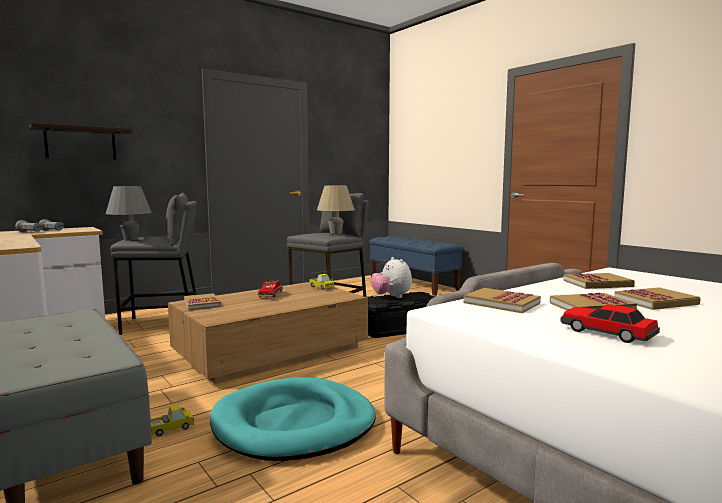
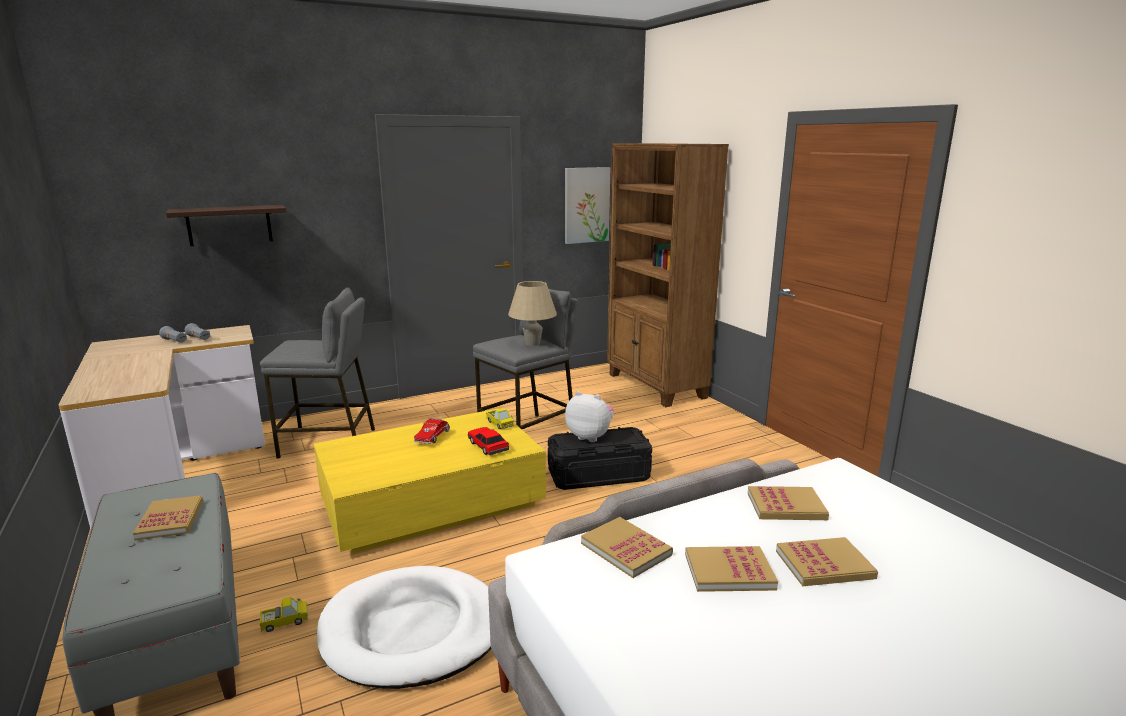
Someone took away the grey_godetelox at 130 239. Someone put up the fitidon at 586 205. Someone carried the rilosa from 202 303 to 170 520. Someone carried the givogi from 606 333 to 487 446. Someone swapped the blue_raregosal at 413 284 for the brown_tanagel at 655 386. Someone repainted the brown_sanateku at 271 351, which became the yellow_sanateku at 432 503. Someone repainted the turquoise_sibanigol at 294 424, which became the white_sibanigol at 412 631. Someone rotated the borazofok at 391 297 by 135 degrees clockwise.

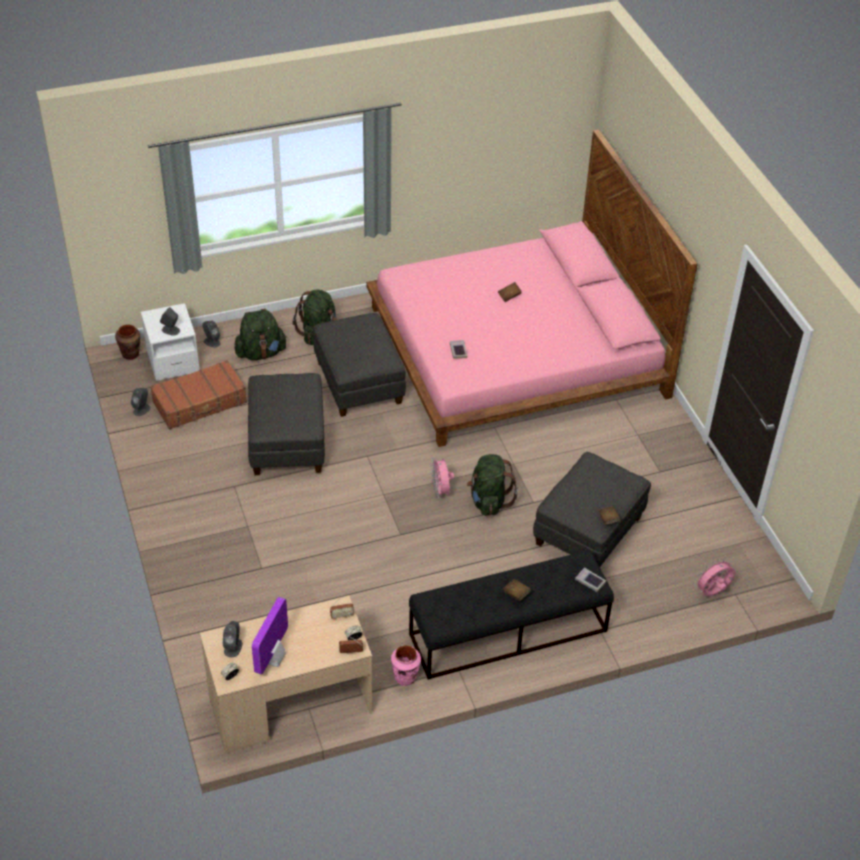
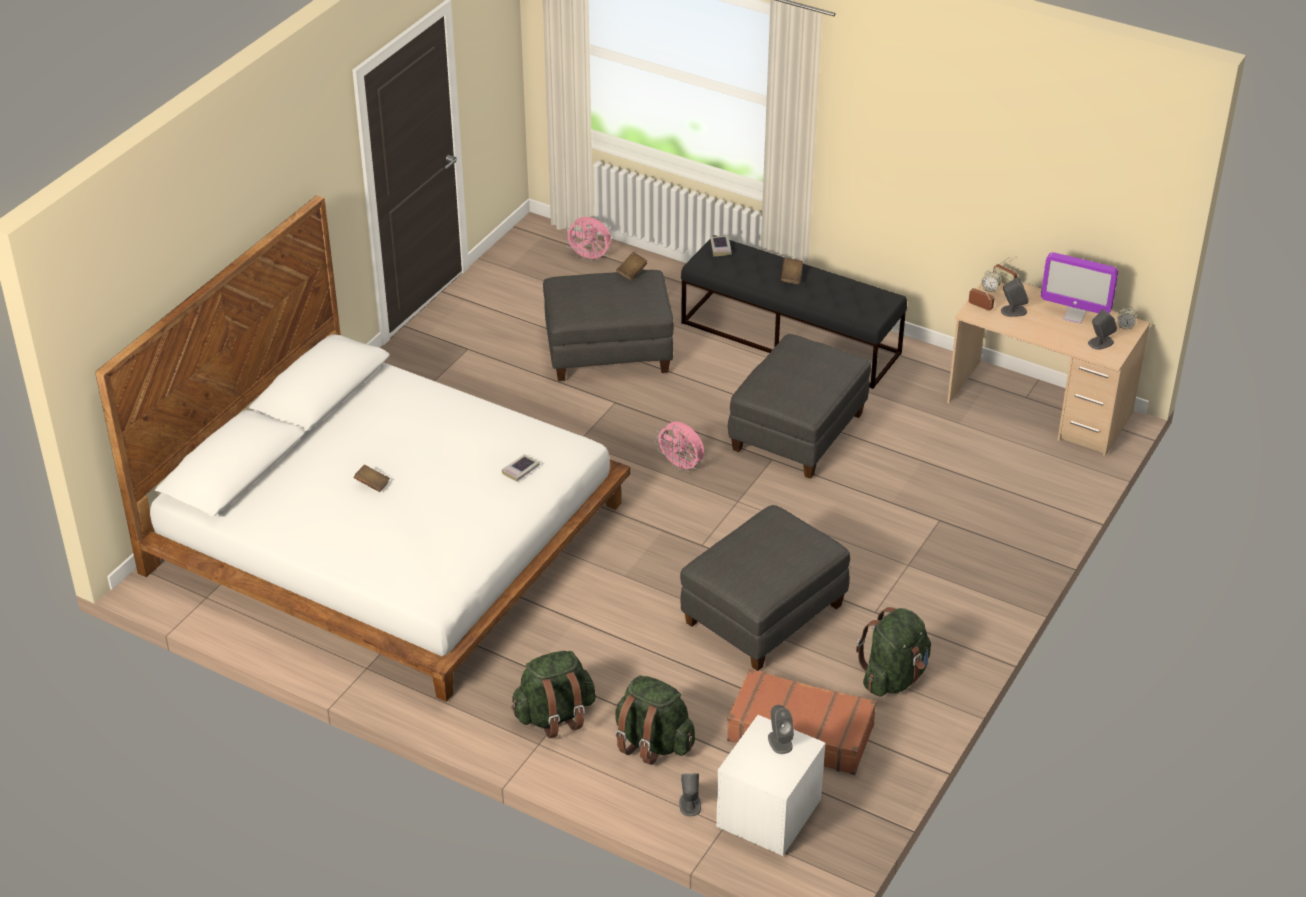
Someone took away the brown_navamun at 130 354. Someone took away the pink_navamun at 405 677. Someone carried the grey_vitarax from 142 409 to 1013 311. Someone carried the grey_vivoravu from 359 384 to 798 432. Someone carried the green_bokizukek from 489 501 to 894 677. Someone repainted the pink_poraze at 515 350, which became the white_poraze at 388 536. Someone rotated the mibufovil at 274 658 by 45 degrees clockwise. Someone rotated the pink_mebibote at 441 491 by 90 degrees clockwise.

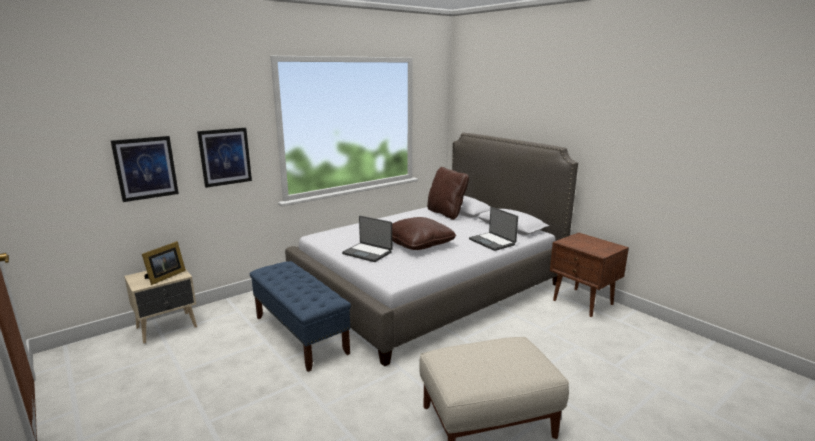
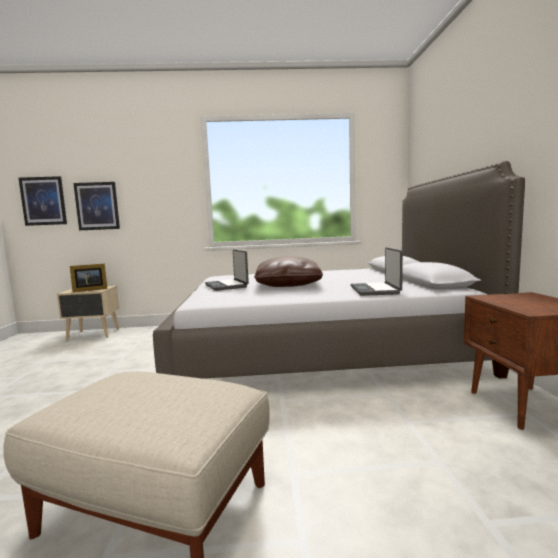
Someone took away the blue_raregosal at 300 335. Someone took away the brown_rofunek at 446 213. Someone carried the fitidon from 225 157 to 43 201.

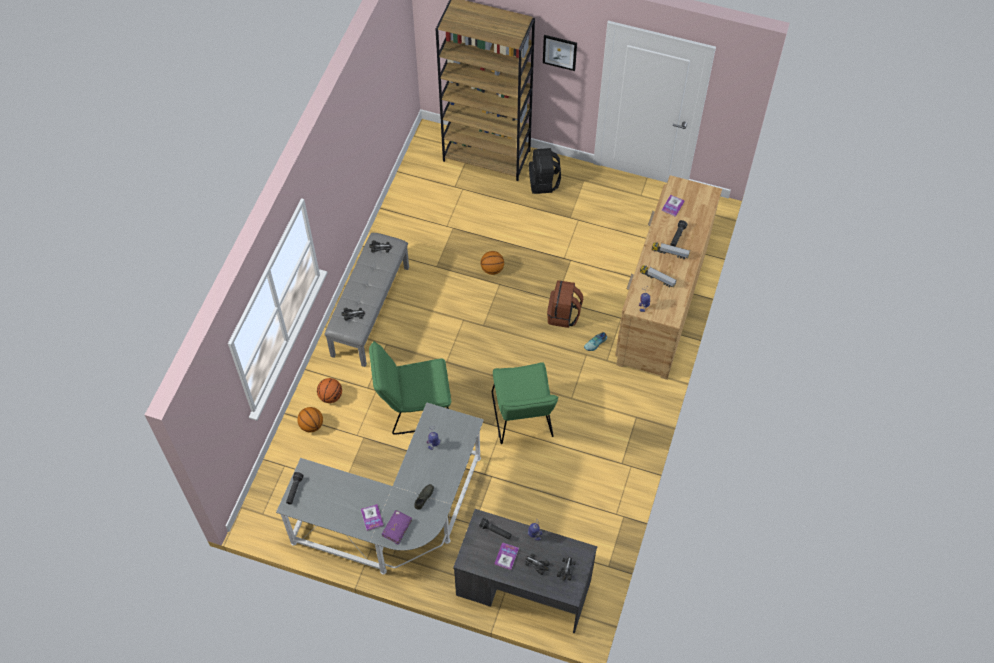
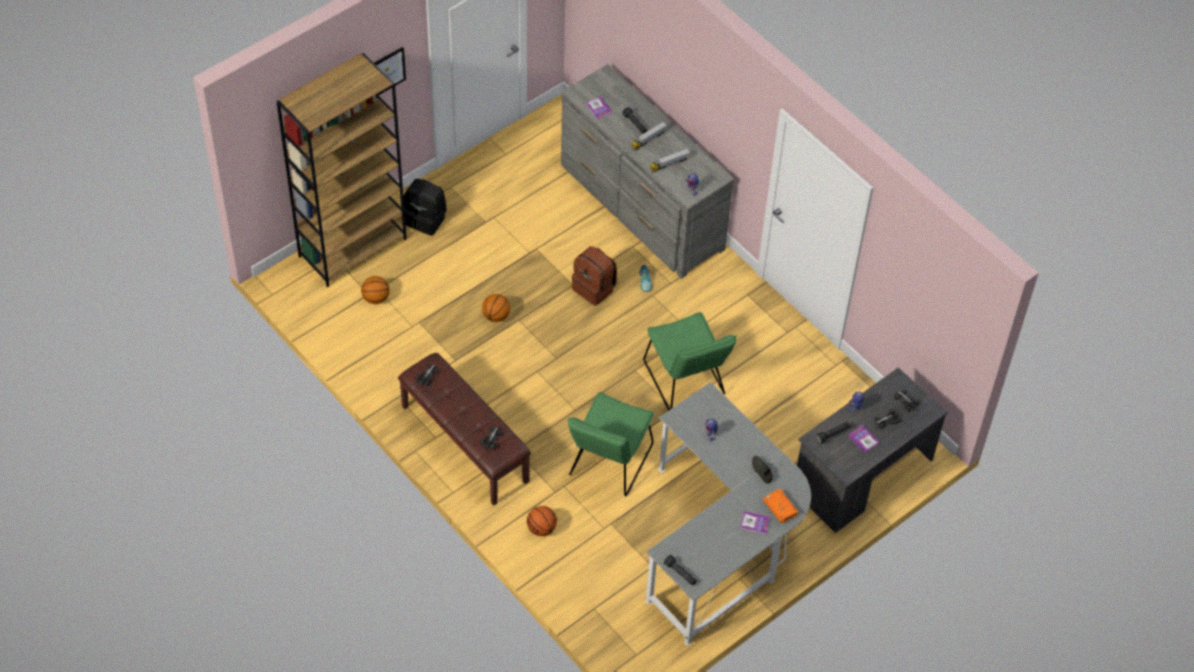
Someone carried the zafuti from 311 425 to 376 298. Someone repainted the grey_raregosal at 370 310, which became the brown_raregosal at 464 444. Someone repainted the purple_rilosa at 397 528, which became the orange_rilosa at 779 508. Someone repainted the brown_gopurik at 661 303, which became the grey_gopurik at 641 207. Someone rotated the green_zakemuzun at 523 419 by 45 degrees clockwise.

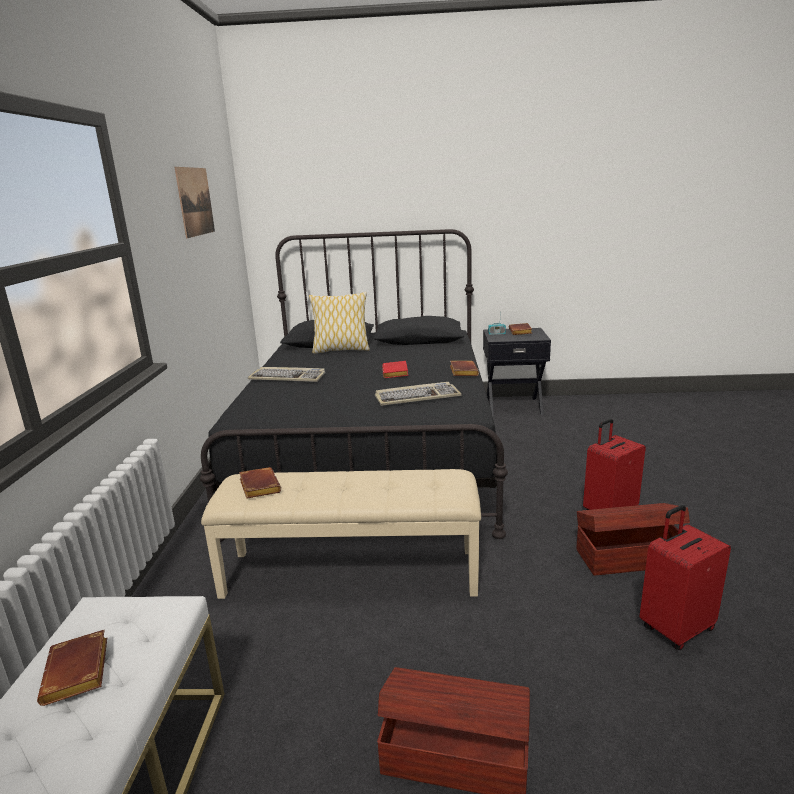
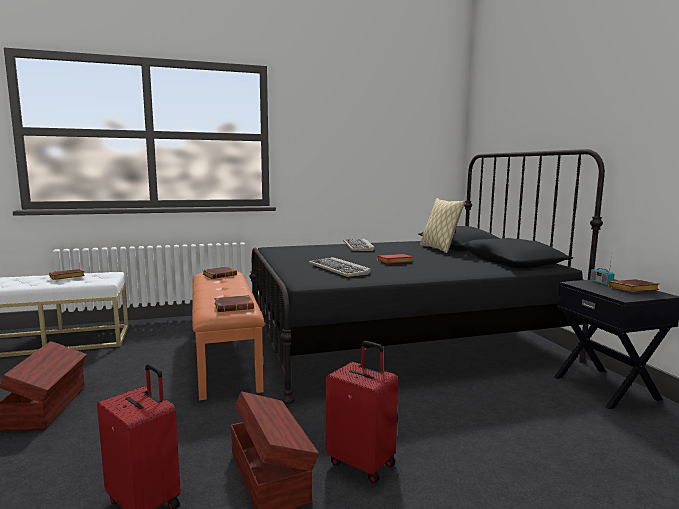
Someone took away the fitidon at 195 201. Someone carried the brown_rilosa from 462 372 to 235 307. Someone repainted the beige_raregosal at 351 572, which became the orange_raregosal at 226 356.

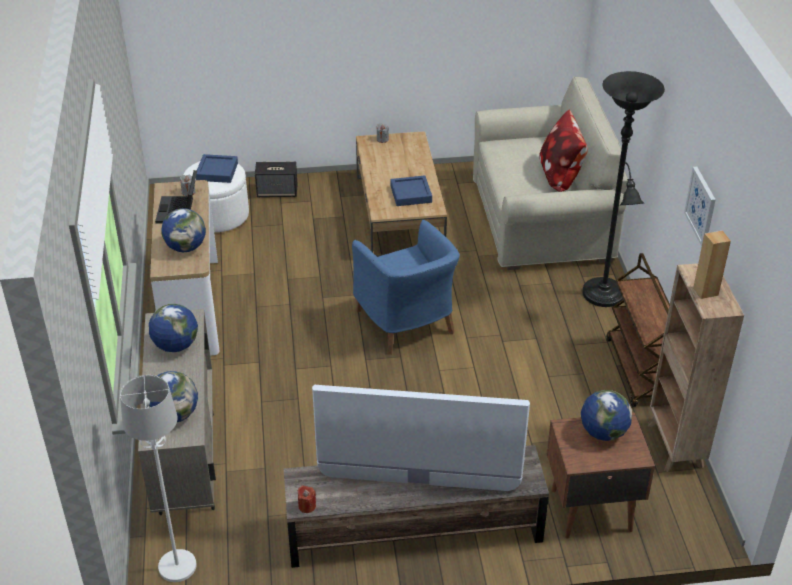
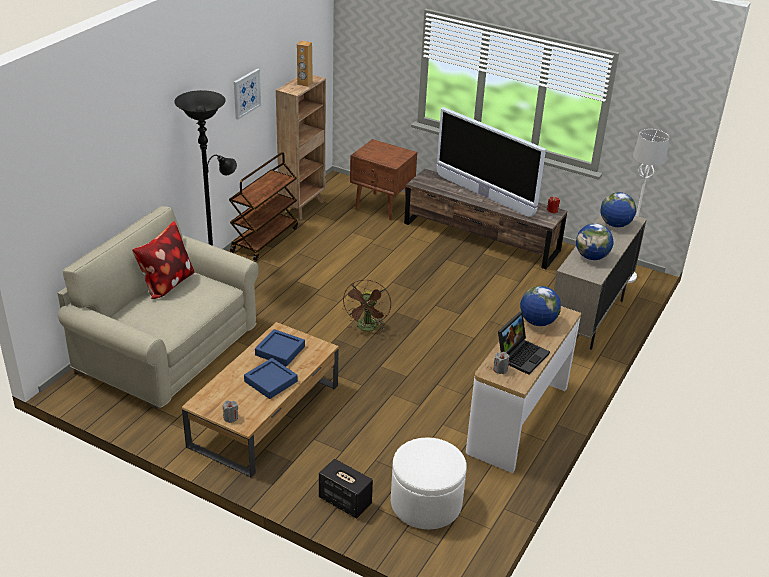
Someone took away the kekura at 603 432. Someone carried the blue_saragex from 217 172 to 271 381. Someone swapped the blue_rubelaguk at 407 324 for the brown_mebibote at 367 328.

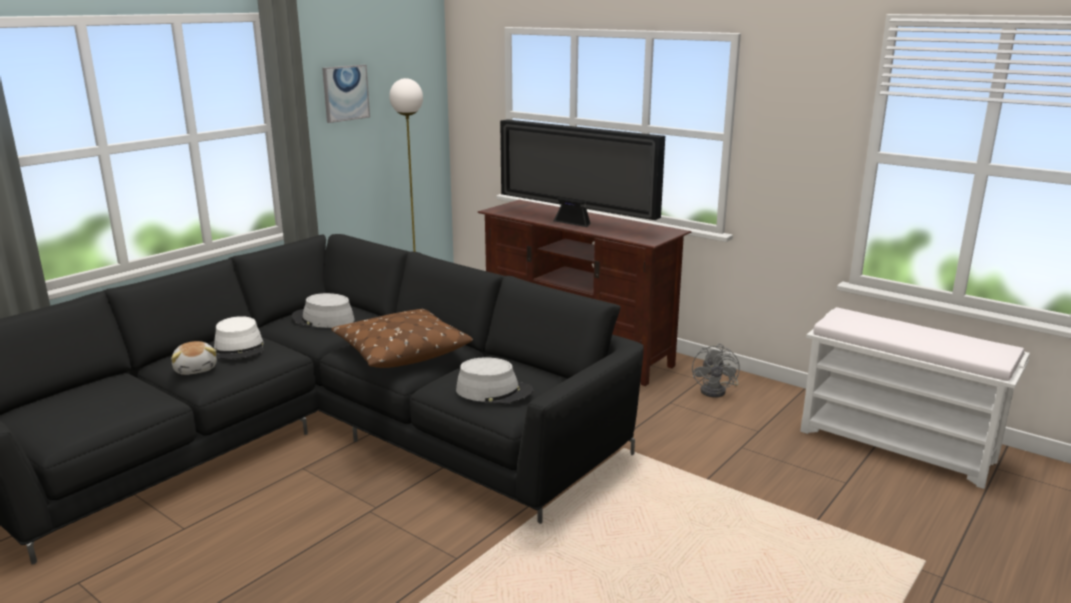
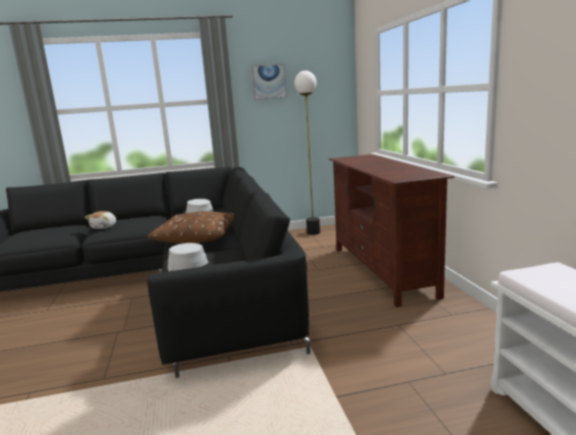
Someone took away the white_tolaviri at 239 348. Someone took away the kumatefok at 575 223. Someone took away the grey_mebibote at 717 391.

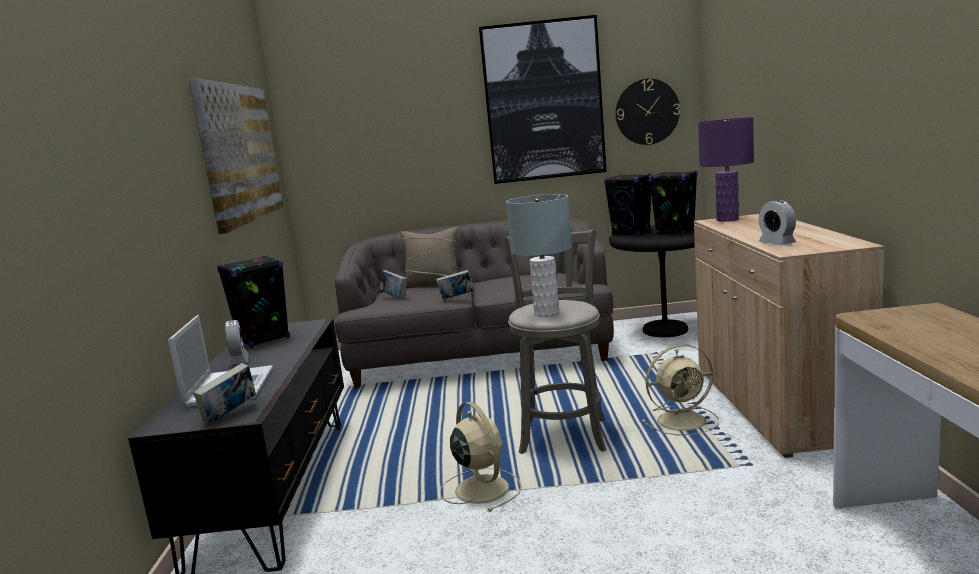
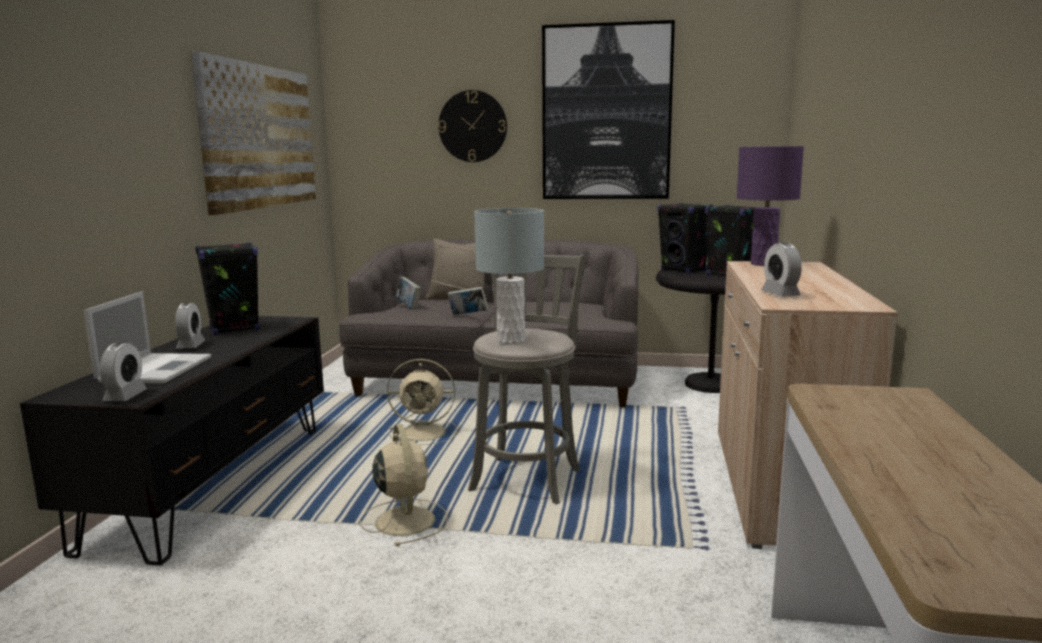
Someone carried the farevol from 647 112 to 472 126. Someone carried the beige_mebibote from 683 420 to 425 432. Someone swapped the rilosa at 230 415 for the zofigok at 125 396.

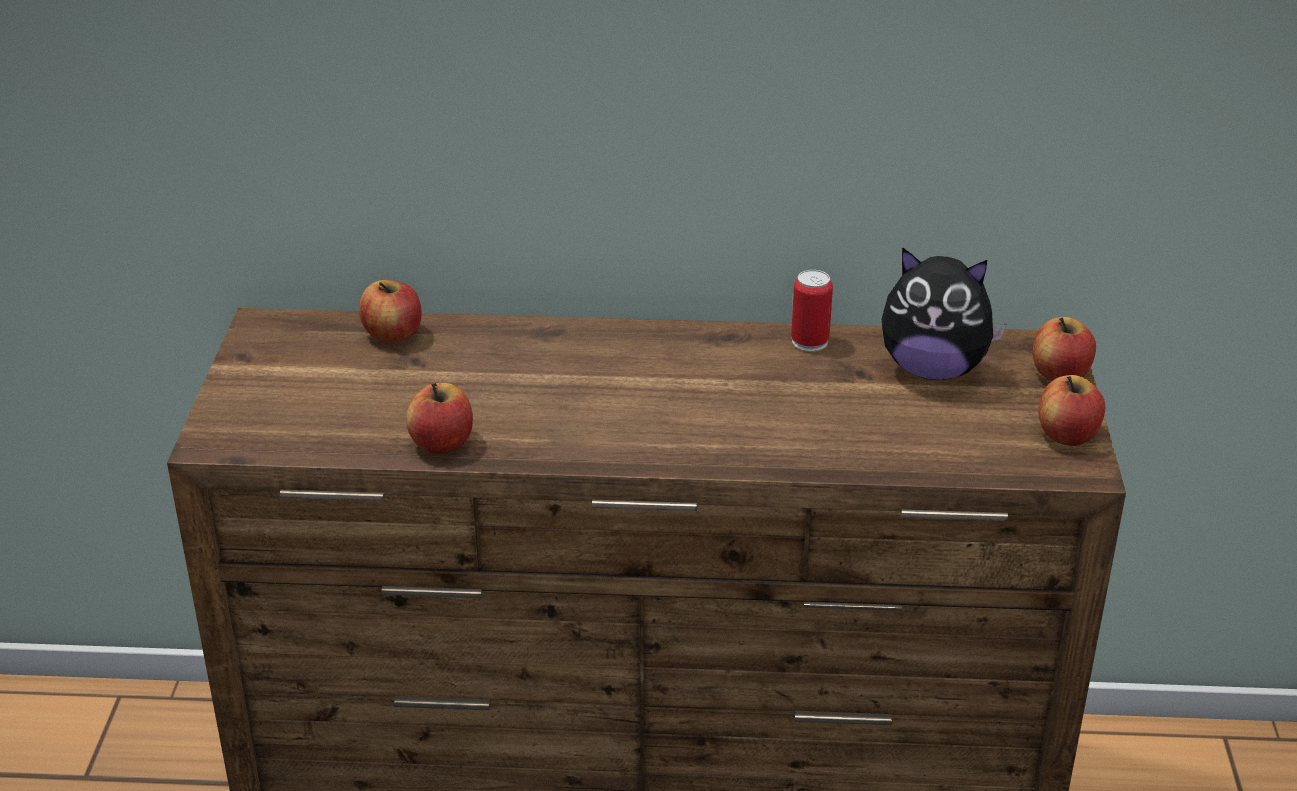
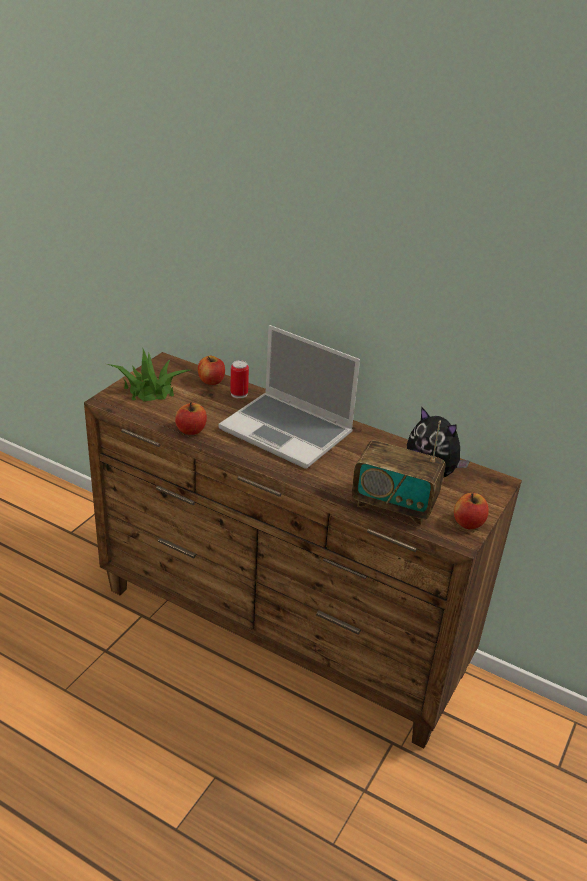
Someone took away the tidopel at 1060 374. Someone put down the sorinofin at 149 390. Someone put down the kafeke at 288 432. Someone put down the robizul at 394 505. Someone carried the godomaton from 809 342 to 239 394.

